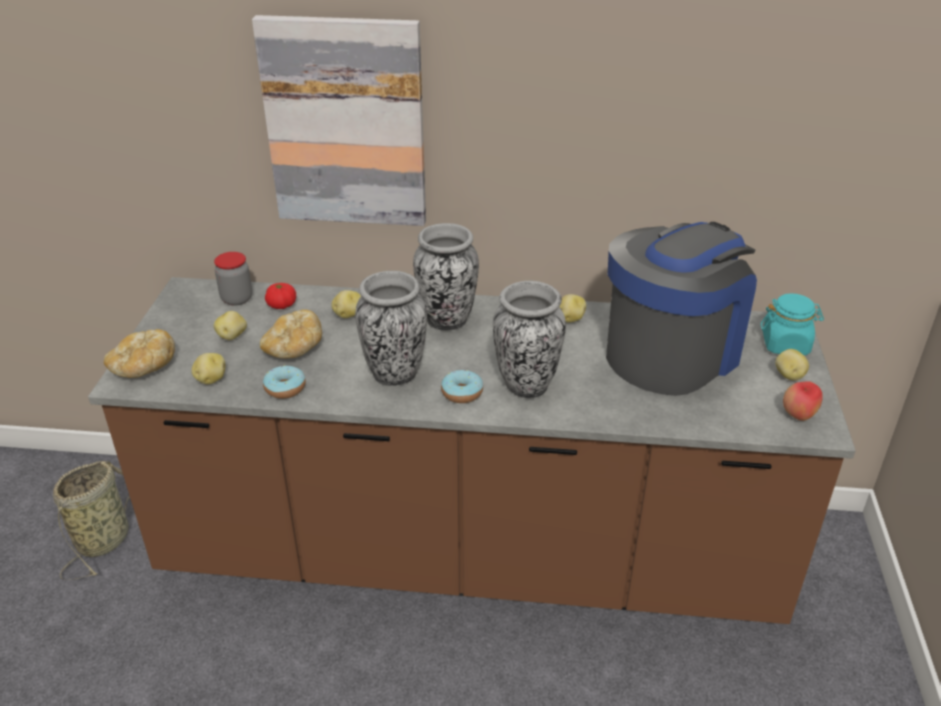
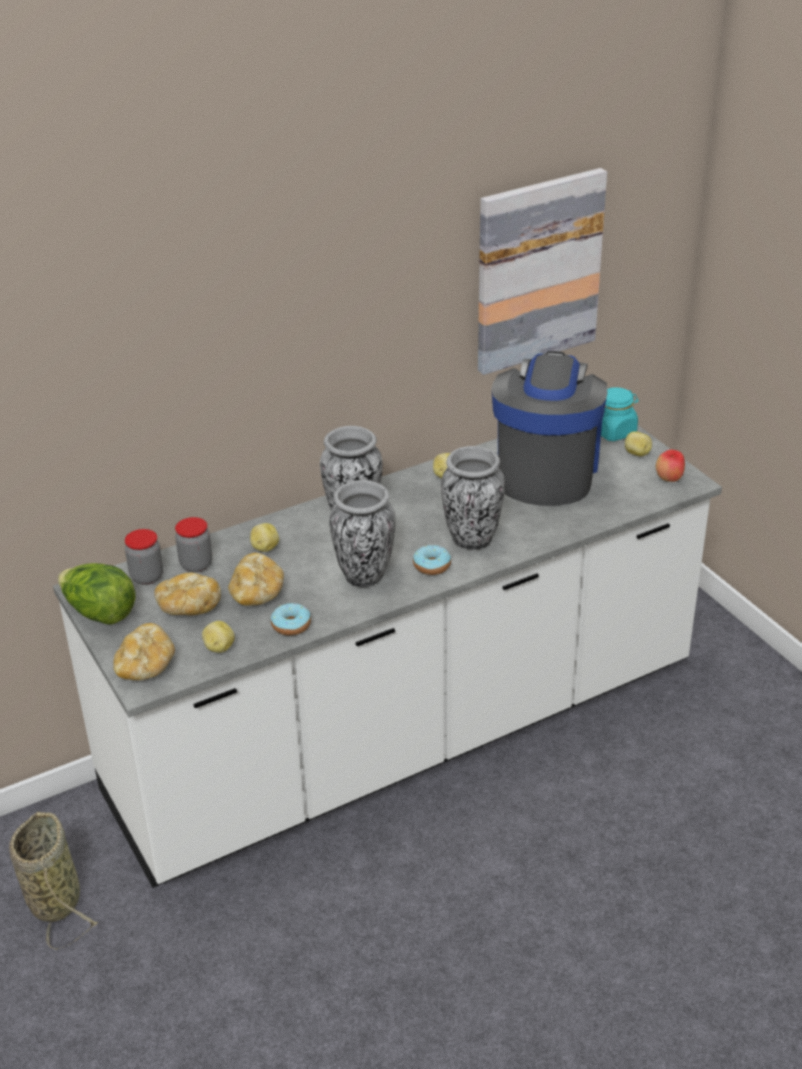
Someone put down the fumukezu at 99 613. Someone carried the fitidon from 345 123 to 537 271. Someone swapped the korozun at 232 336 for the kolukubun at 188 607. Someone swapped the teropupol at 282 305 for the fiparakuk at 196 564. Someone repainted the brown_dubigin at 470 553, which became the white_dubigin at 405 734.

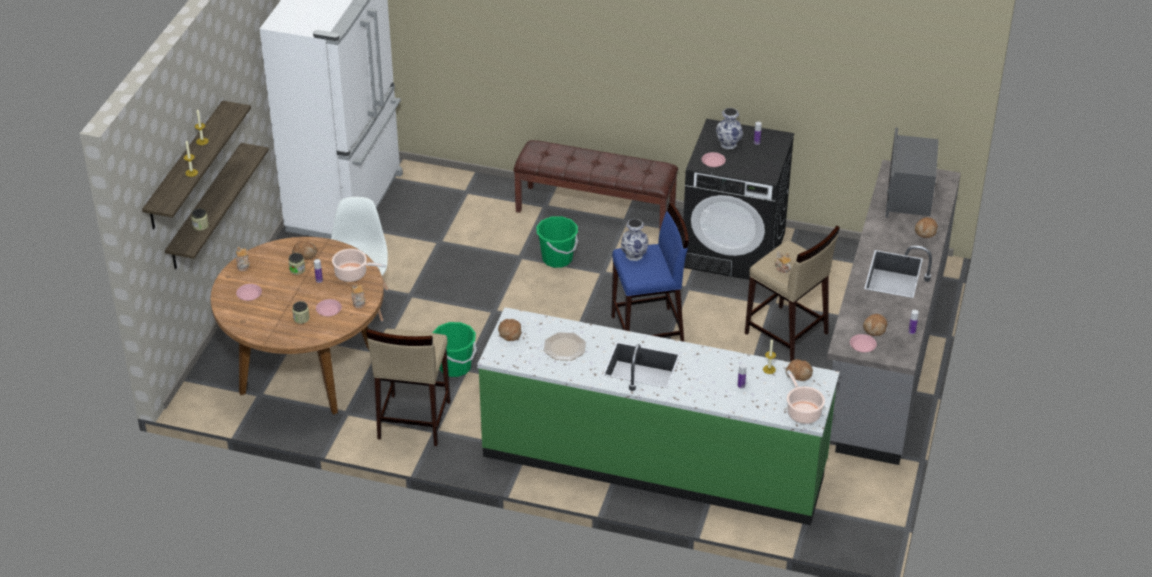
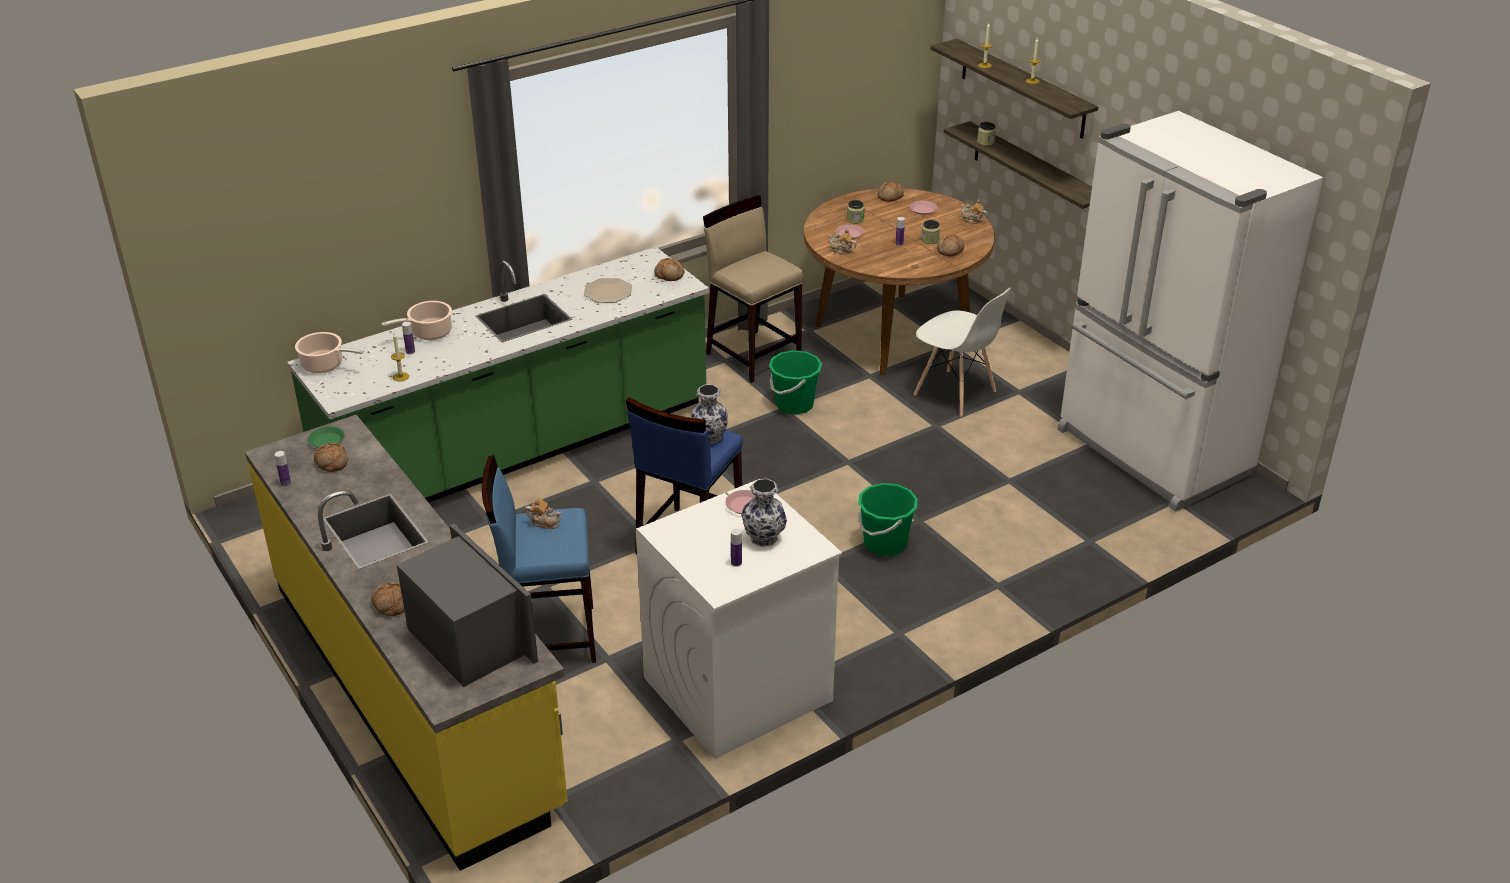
Someone took away the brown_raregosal at 596 211. Someone carried the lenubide from 353 274 to 429 333. Someone carried the kolukubun from 799 373 to 890 197. Someone repainted the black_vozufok at 734 250, which became the white_vozufok at 737 690. Someone repainted the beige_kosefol at 786 334, which became the blue_kosefol at 548 636. Someone repainted the grey_dubigin at 884 353, which became the yellow_dubigin at 415 693. Someone repainted the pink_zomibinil at 862 345, which became the green_zomibinil at 326 440.

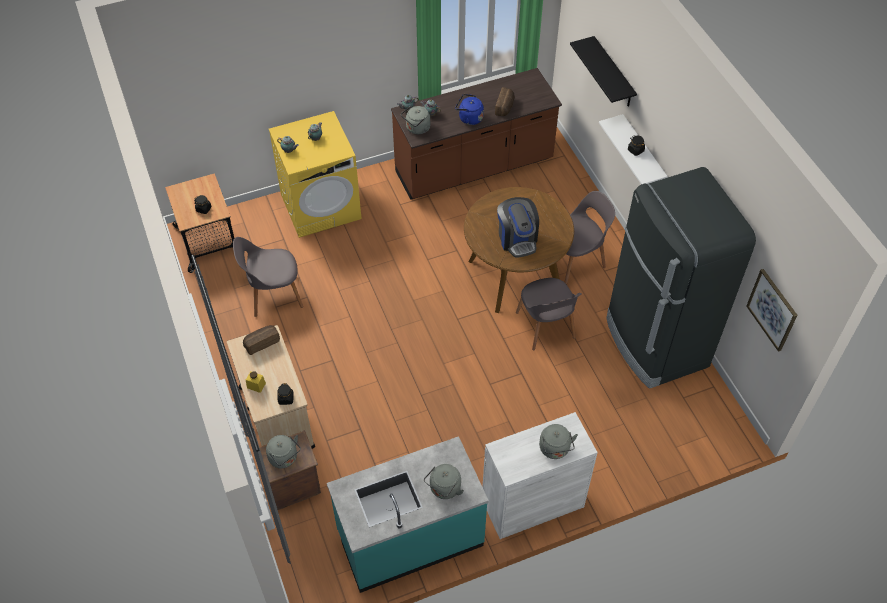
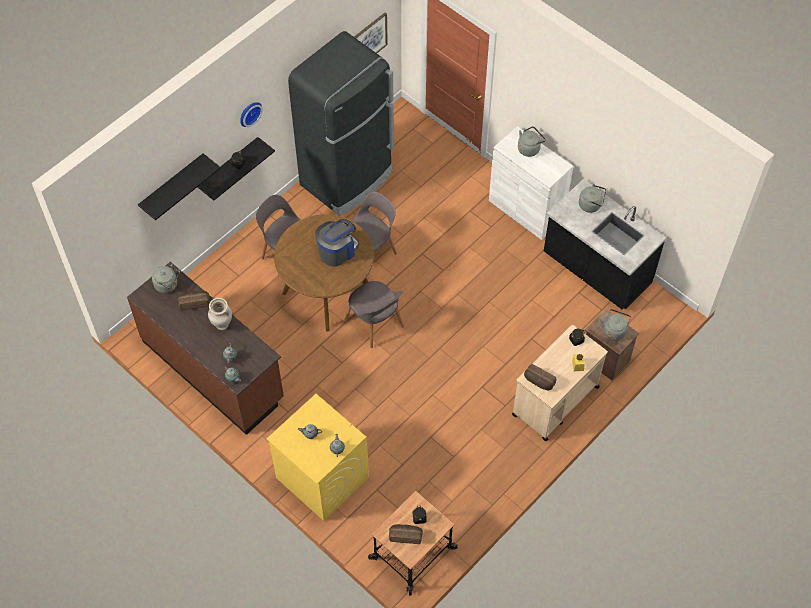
Someone put up the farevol at 249 113. Someone put down the kolukubun at 405 535. Someone carried the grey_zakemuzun from 273 295 to 375 323. Someone carried the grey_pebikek from 417 129 to 168 285. Someone swapped the blue_pebikek at 469 118 for the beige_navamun at 222 325. Someone repainted the turquoise_dubigin at 410 538, which became the black_dubigin at 596 270. Someone repainted the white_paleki at 643 153, which became the black_paleki at 228 167.

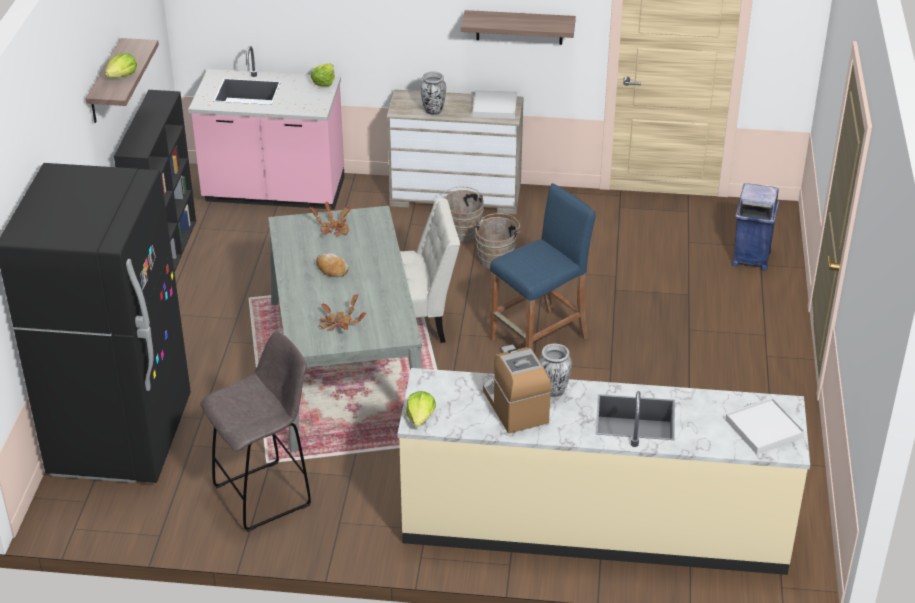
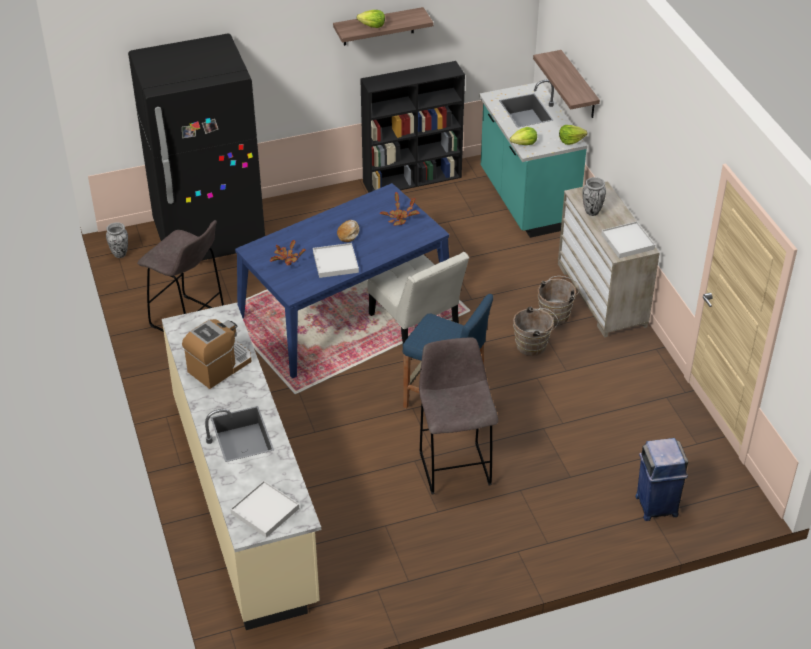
Someone put down the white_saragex at 335 262. Someone put down the grey_kosefol at 454 466. Someone carried the fumukezu from 420 417 to 524 143. Someone carried the paleki from 519 27 to 579 85. Someone carried the navamun from 553 391 to 120 254. Someone repainted the pink_dubigin at 274 193, which became the turquoise_dubigin at 526 200. Someone repainted the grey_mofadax at 346 366, which became the blue_mofadax at 345 310.

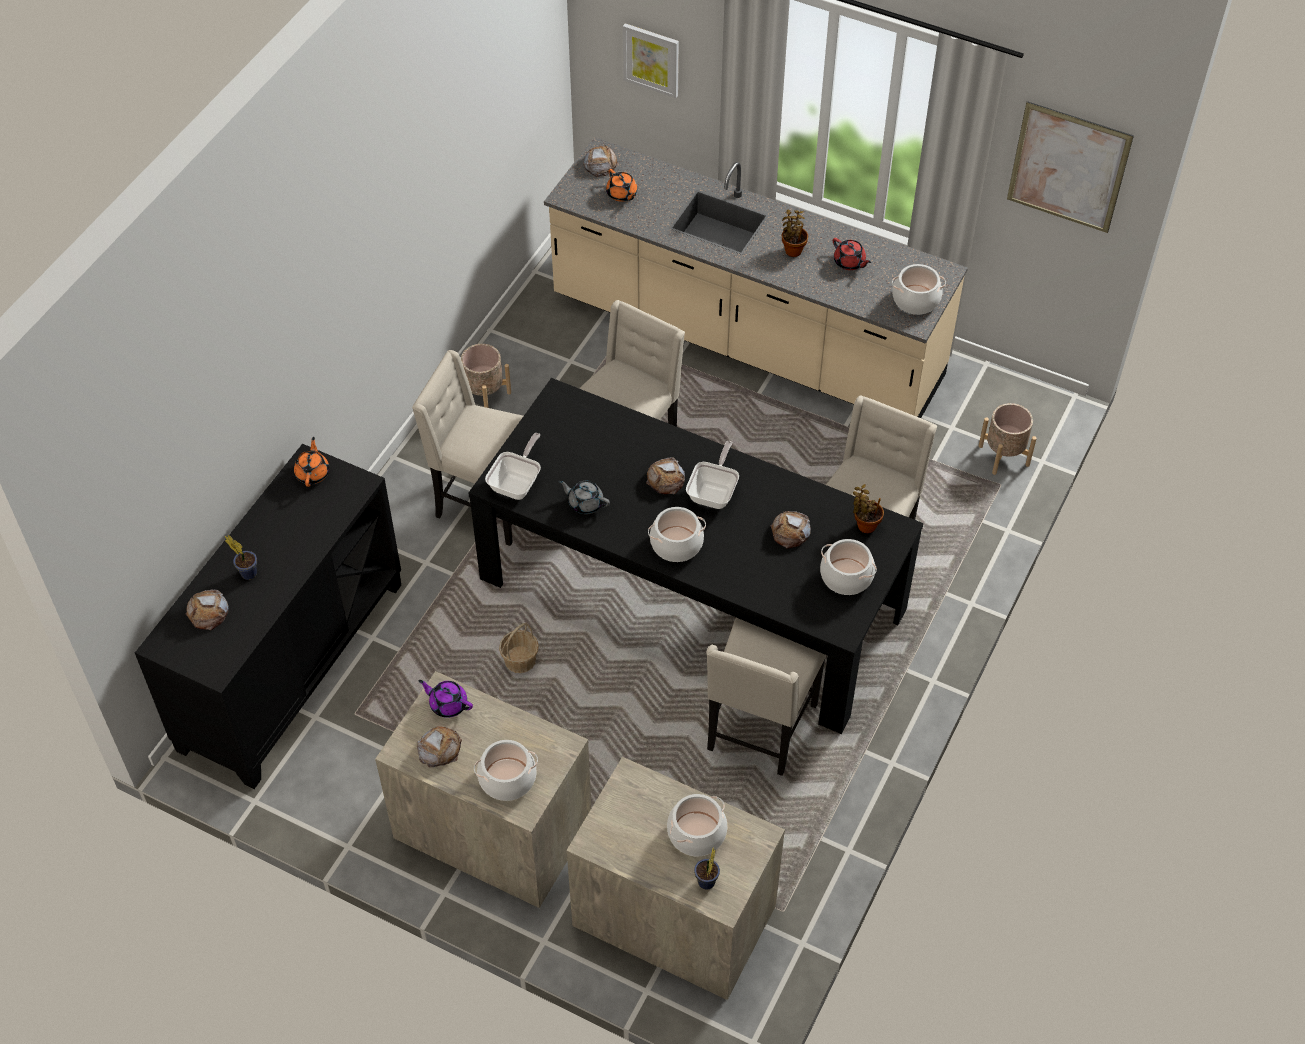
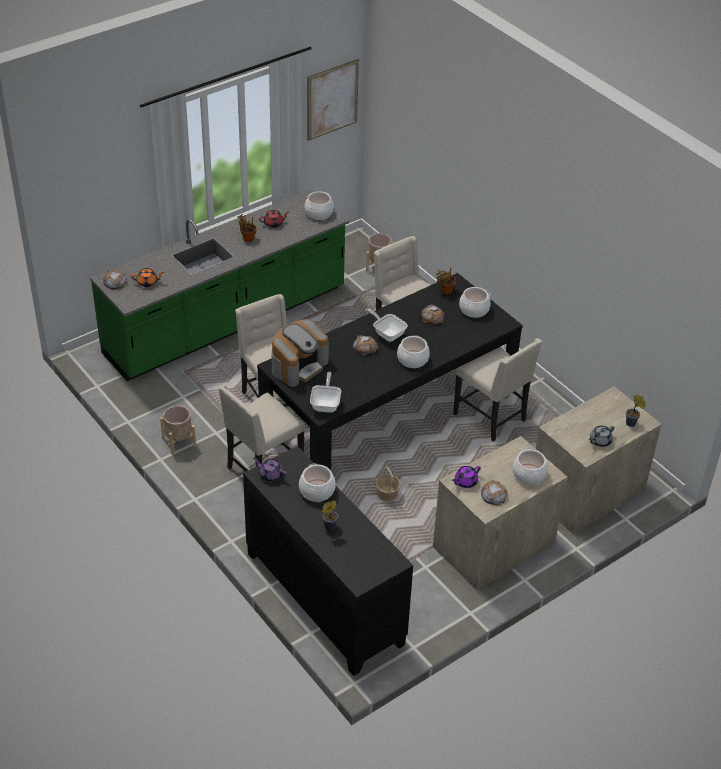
Someone took away the kolukubun at 208 612. Someone took away the fitidon at 651 59. Someone put down the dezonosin at 299 366. Someone carried the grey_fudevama from 585 503 to 600 441. Someone carried the lenubide from 696 834 to 317 491. Someone repainted the orange_fudevama at 313 473, which became the purple_fudevama at 270 475. Someone repainted the beige_dubigin at 746 340, which became the green_dubigin at 226 322. Someone rotated the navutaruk at 517 483 by 45 degrees clockwise.

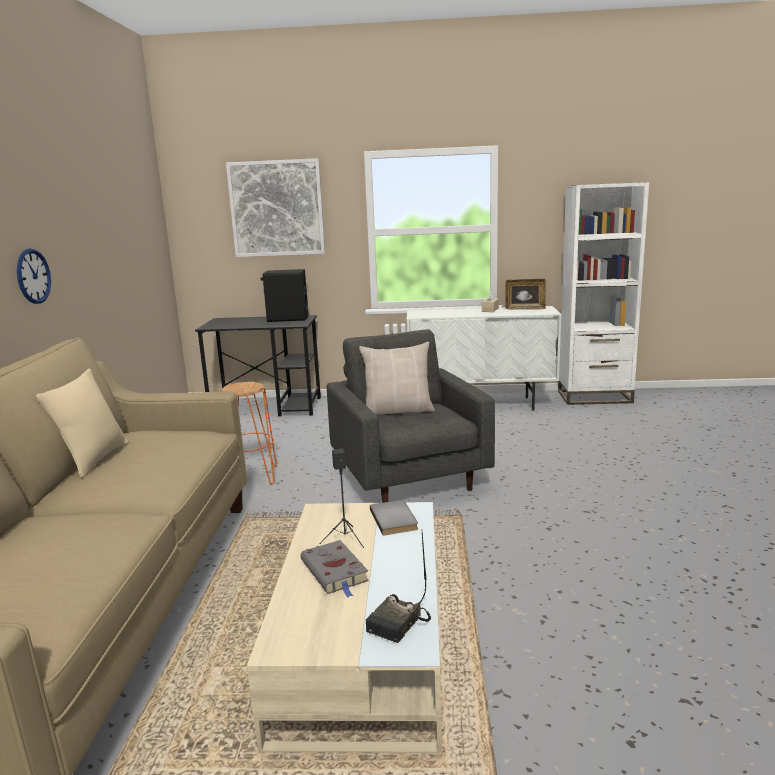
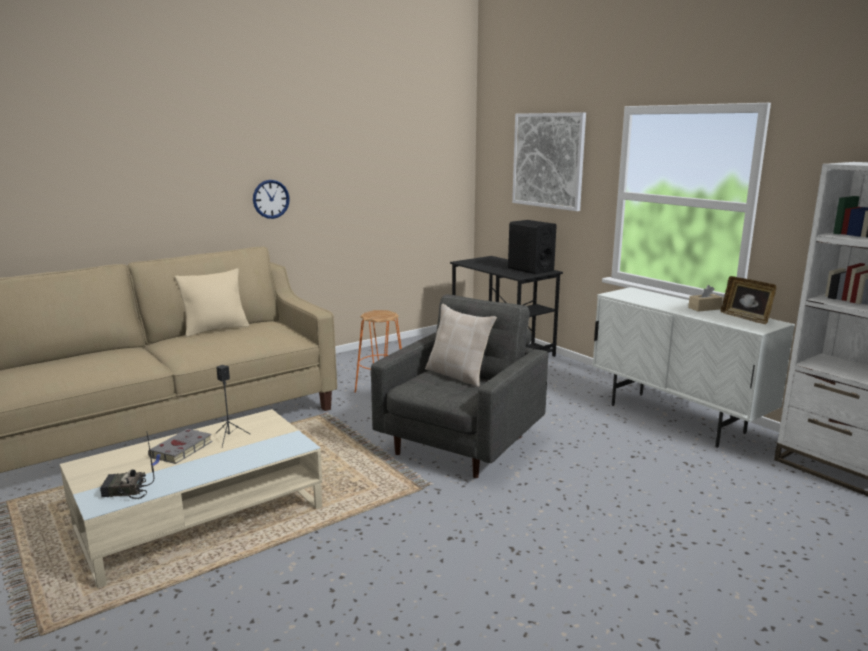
Someone took away the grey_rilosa at 395 519.

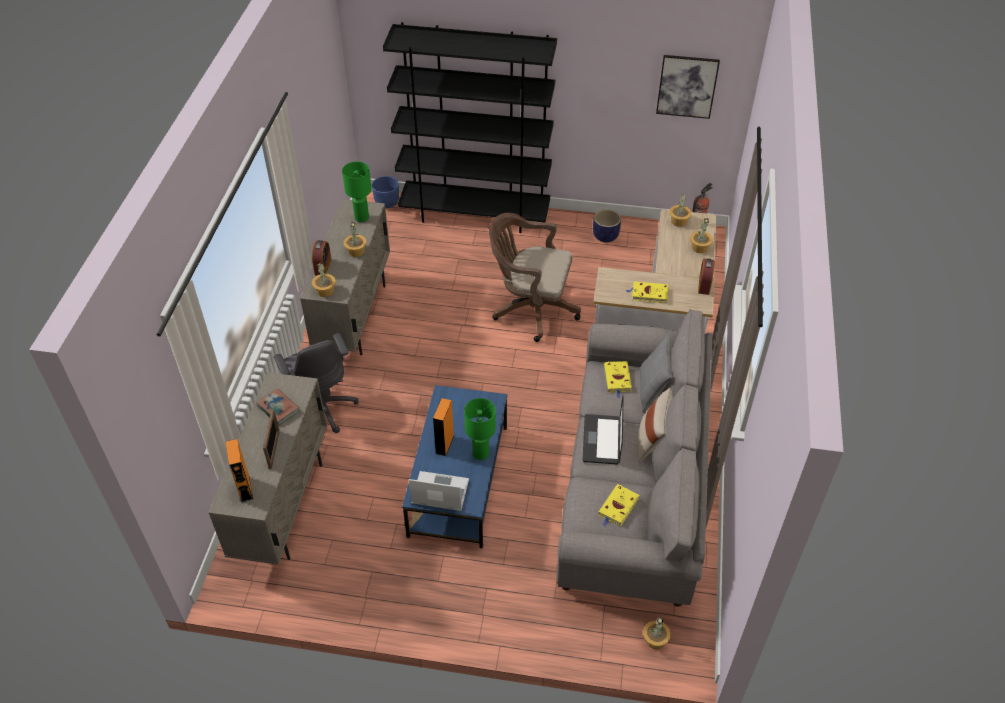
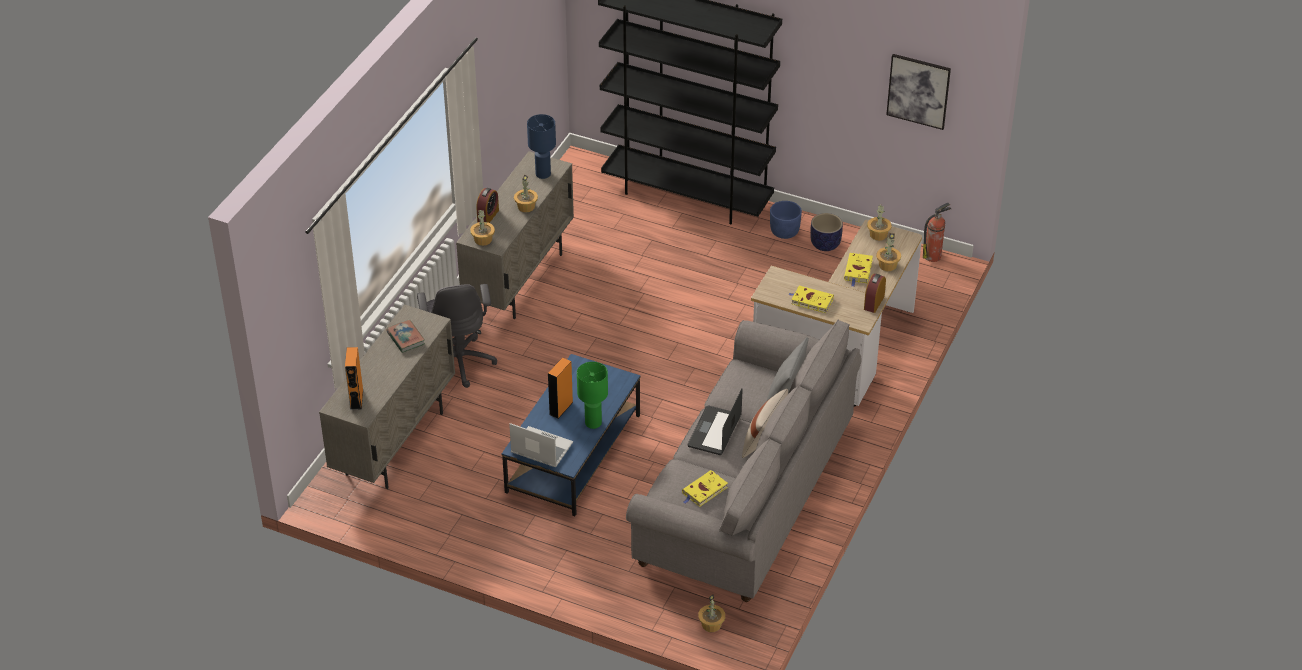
Someone took away the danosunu at 274 449. Someone took away the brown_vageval at 531 309. Someone carried the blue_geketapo from 387 202 to 784 231. Someone carried the yellow_rilosa from 618 379 to 858 271. Someone repainted the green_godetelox at 362 217, which became the blue_godetelox at 543 174.

